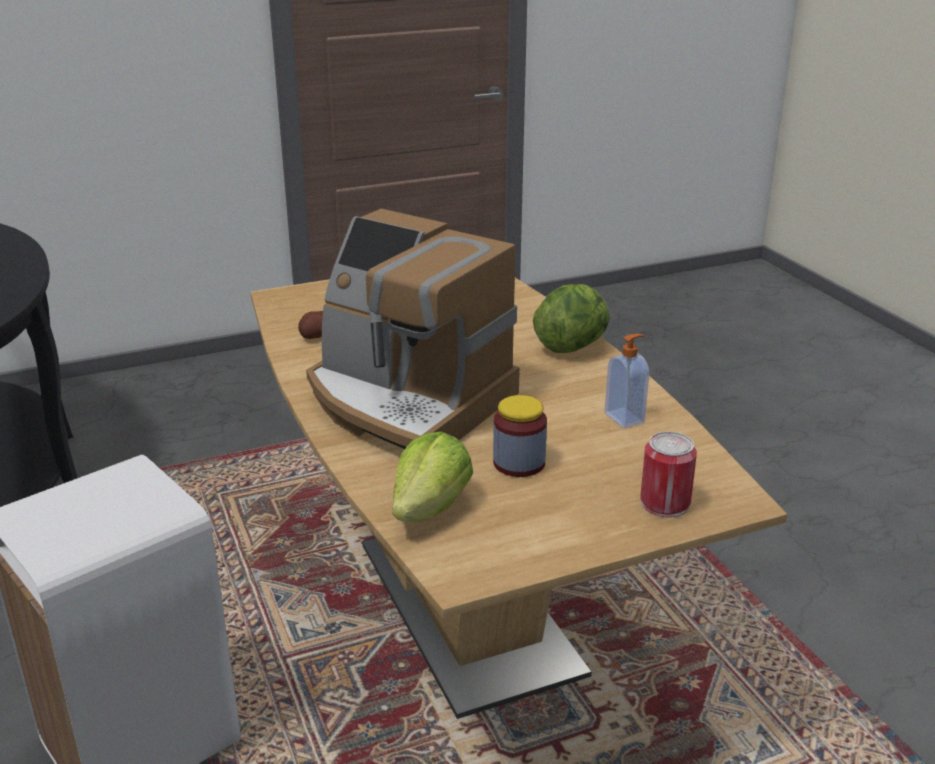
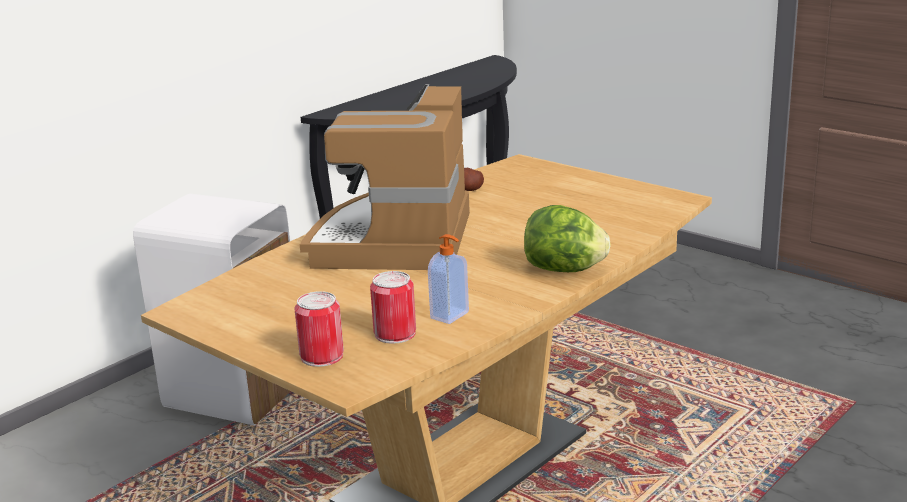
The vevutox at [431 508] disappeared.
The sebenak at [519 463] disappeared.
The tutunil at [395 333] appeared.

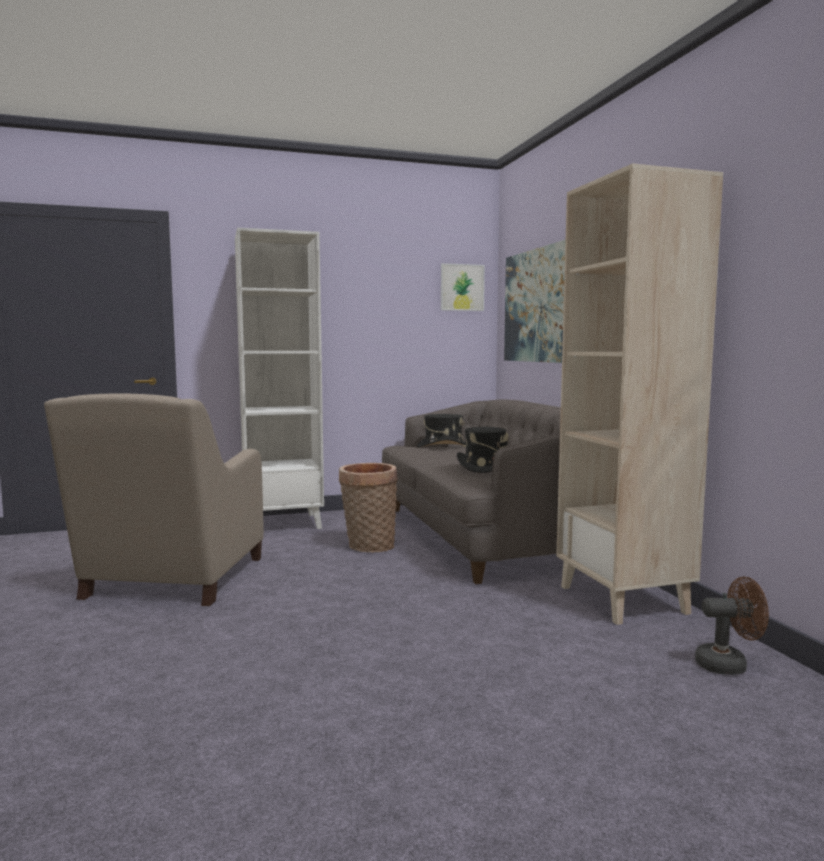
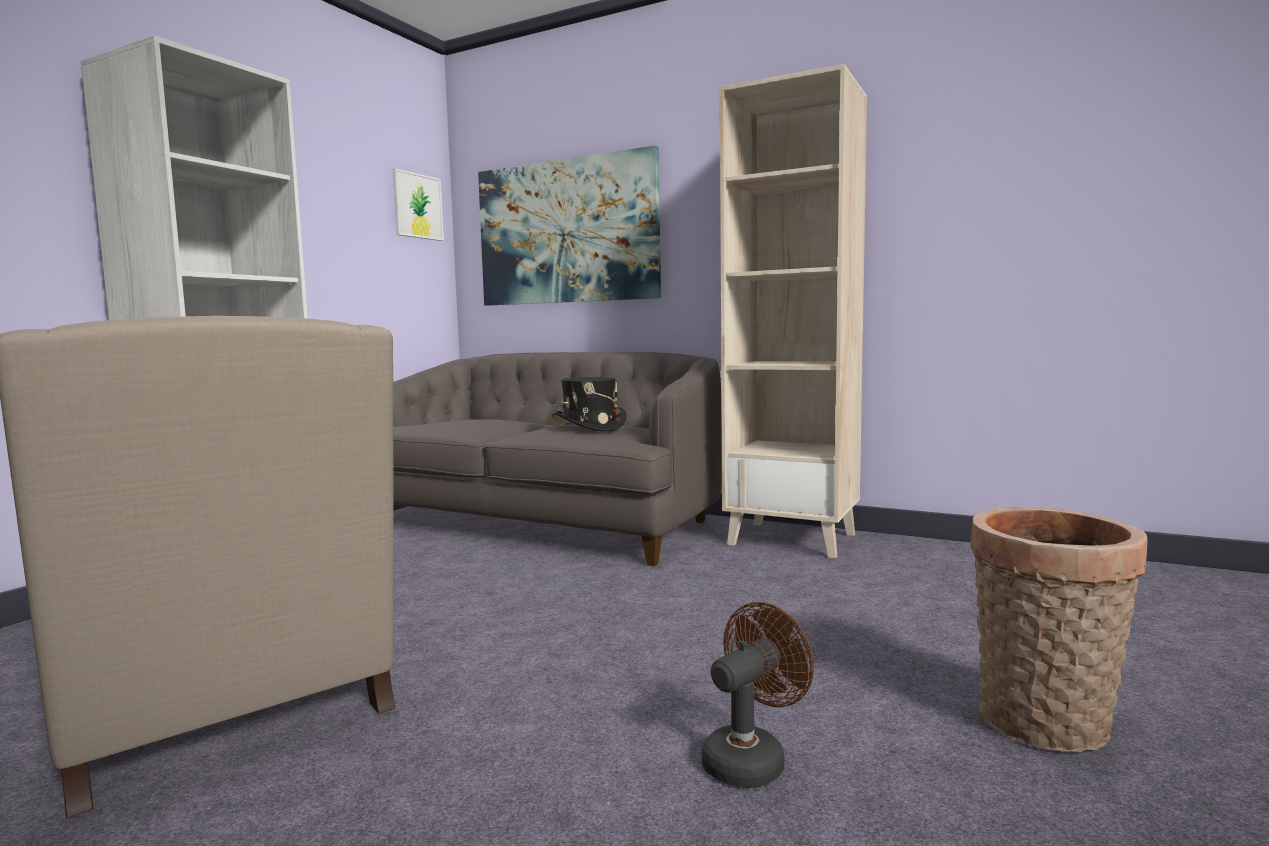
The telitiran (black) at [443 446] disappeared.
The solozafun moved from [368 547] to [1044 727].
The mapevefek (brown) moved from [728 664] to [751 758].

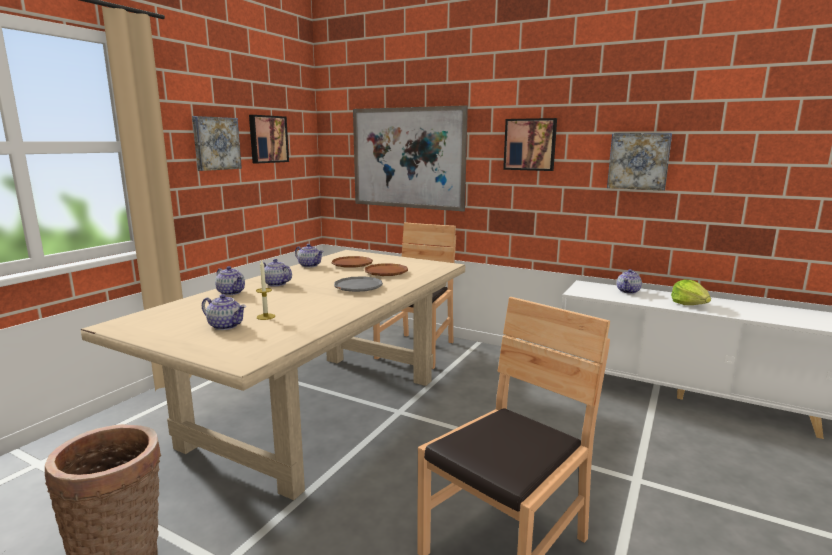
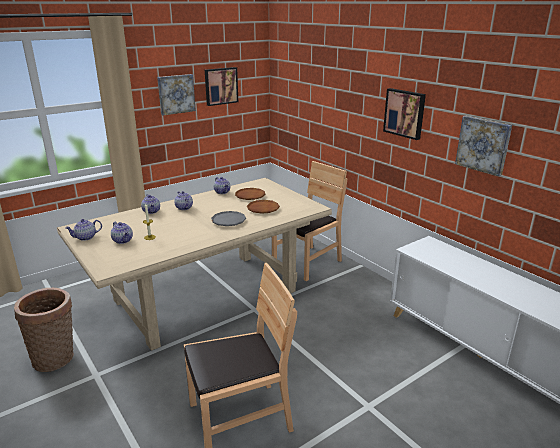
The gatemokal at [407 158] disappeared.
The vevutox at [689 304] disappeared.
The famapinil moved from [628 291] to [85 237].

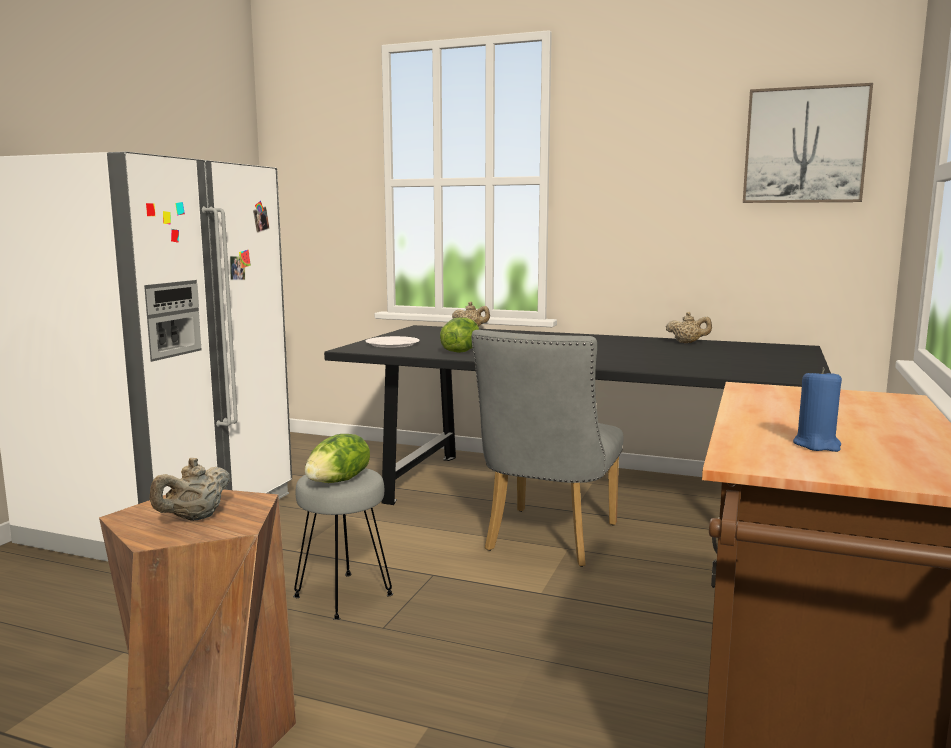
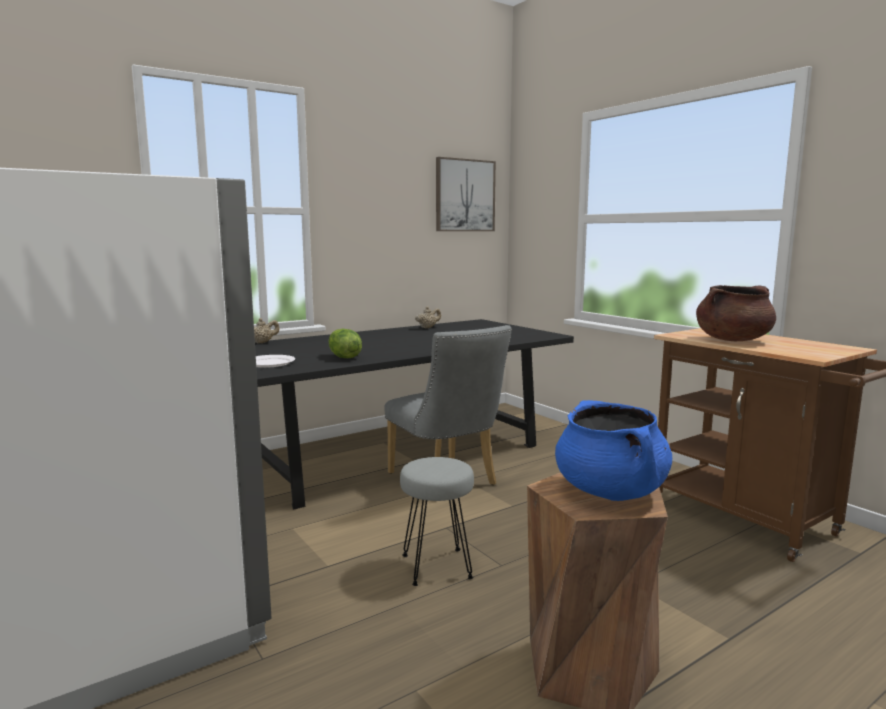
The vevutox at [339 481] disappeared.
The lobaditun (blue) at [817 445] disappeared.
The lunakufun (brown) at [733 340] appeared.
The famapinil (beige) at [194 518] was replaced by the lunakufun (blue) at [610 492].

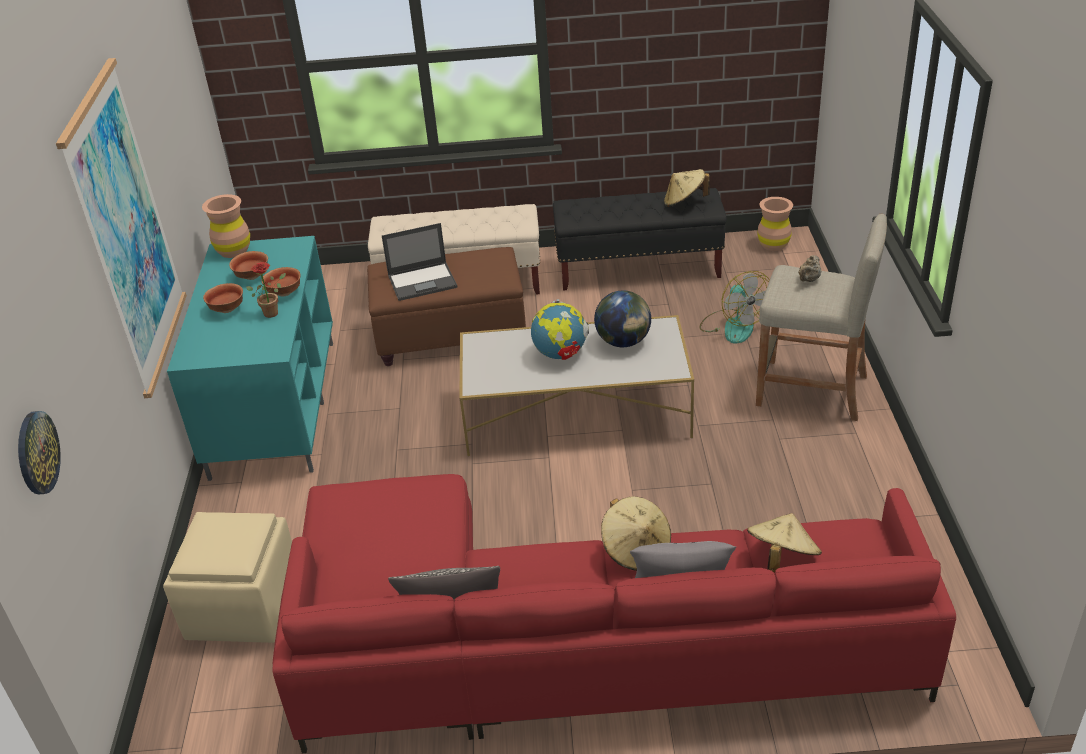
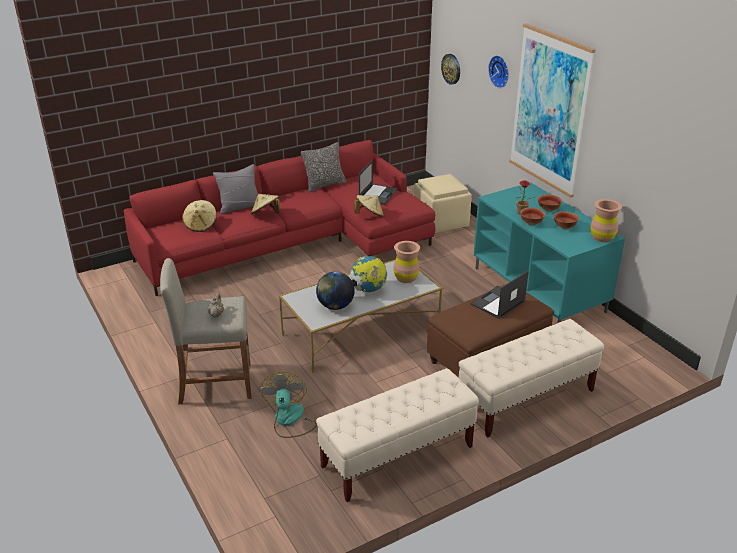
The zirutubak at [378 194] appeared.
The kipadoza at [500 71] appeared.
The telitiran (beige) moved from [684 202] to [369 215].
The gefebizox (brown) moved from [773 244] to [406 278].
The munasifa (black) at [639 269] became the munasifa (beige) at [397 457].
The mapevefek at [733 325] turned 45 degrees clockwise.

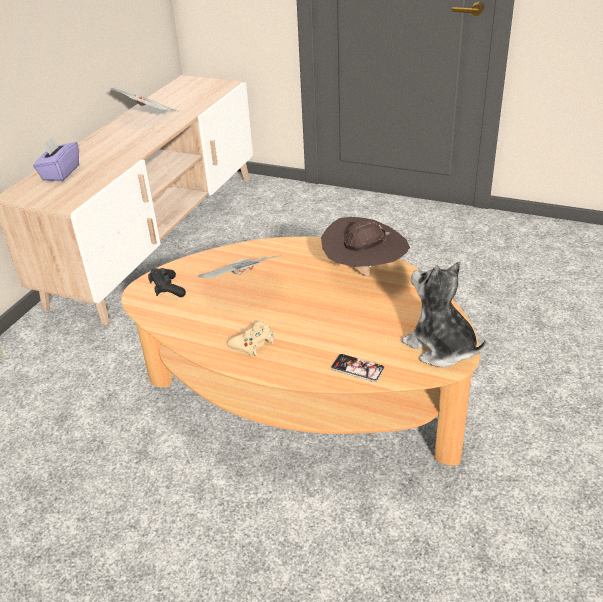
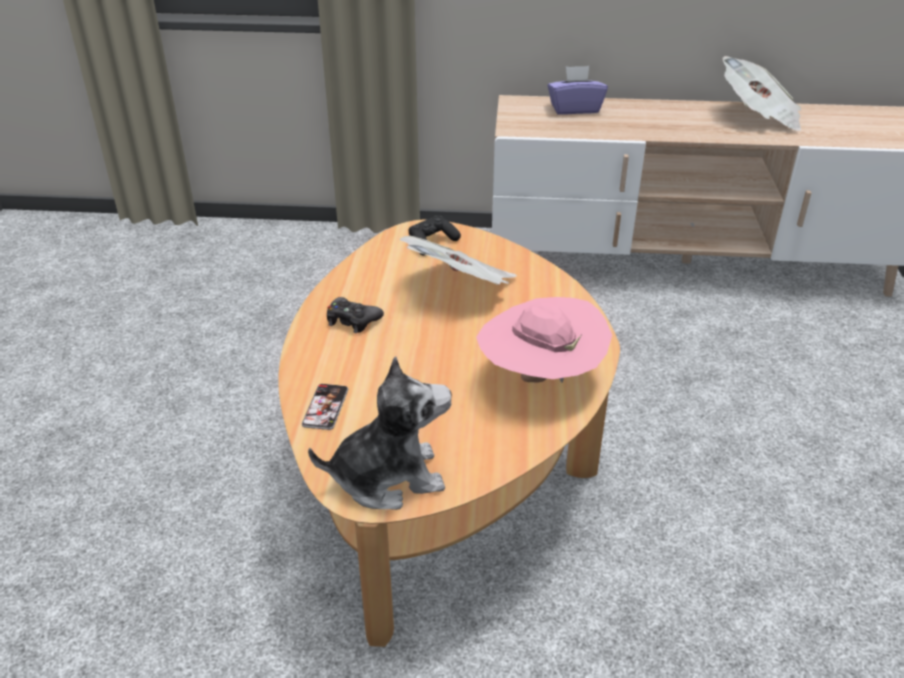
The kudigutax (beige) at [253 343] became the kudigutax (black) at [352 320].
The telitiran (brown) at [364 272] became the telitiran (pink) at [540 379].
The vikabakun at [440 348] turned 45 degrees clockwise.

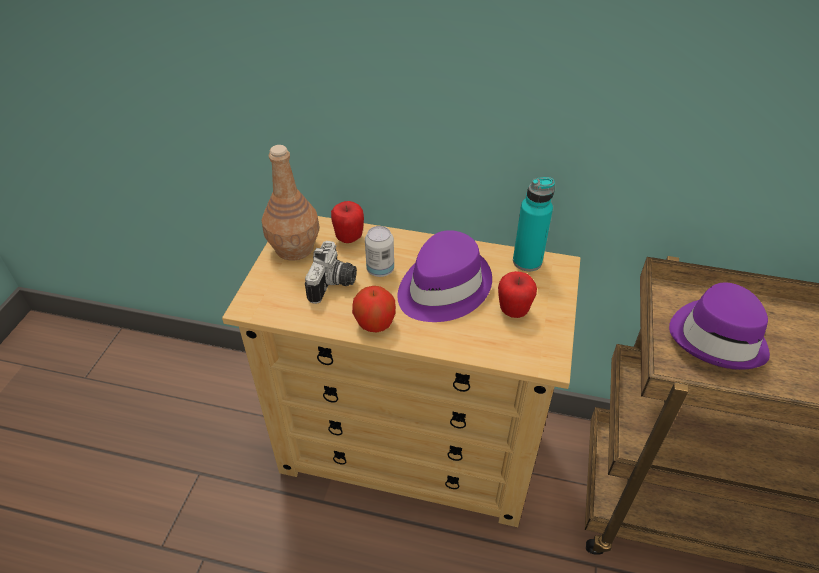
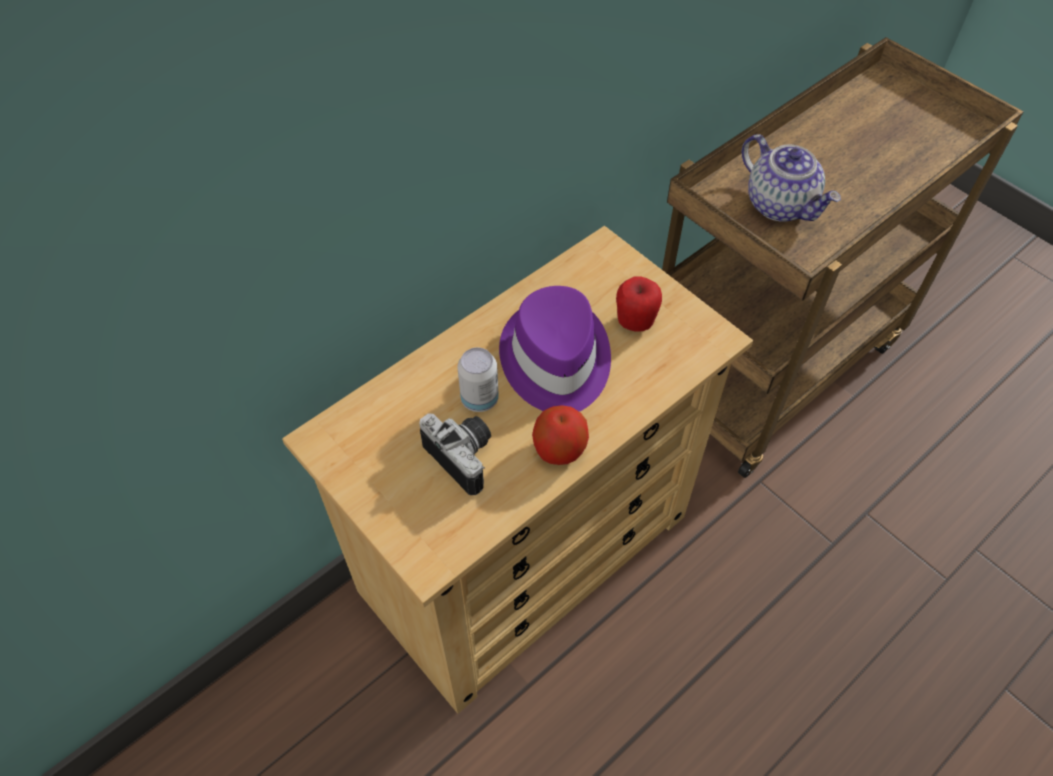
The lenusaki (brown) at [294 247] disappeared.
The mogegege at [349 238] disappeared.
The lenusaki (turquoise) at [527 261] disappeared.
The telitiran (purple) at [718 337] was replaced by the famapinil at [781 205].

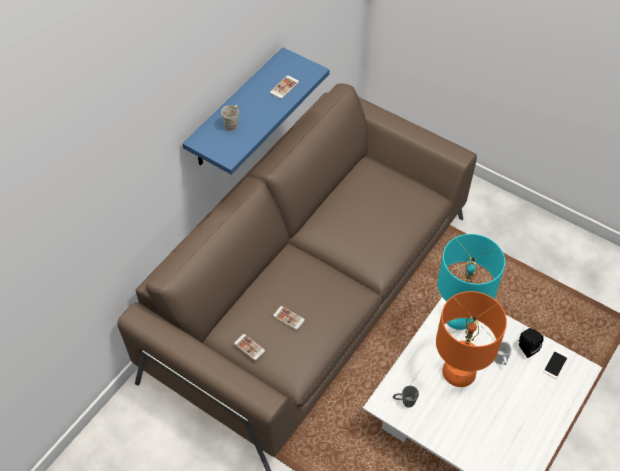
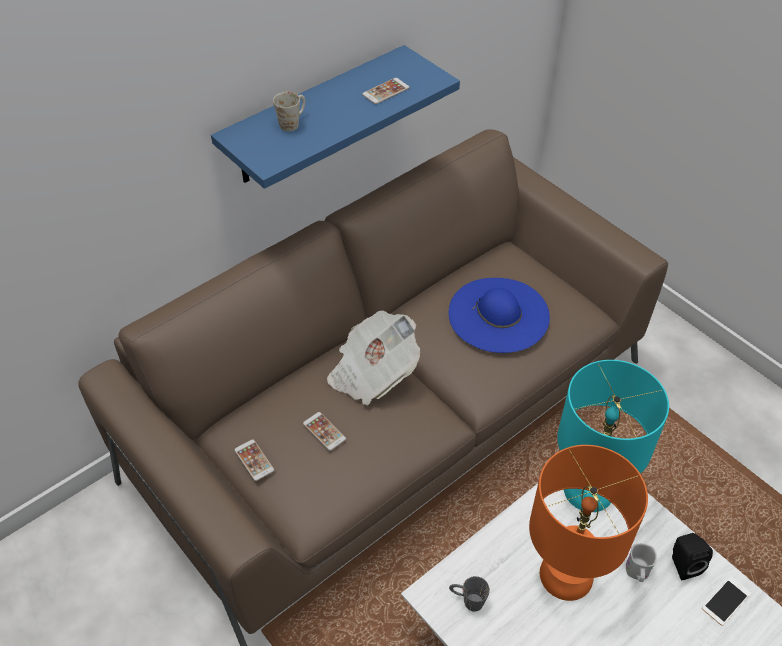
The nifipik at [372 372] appeared.
The telitiran (blue) at [499 314] appeared.

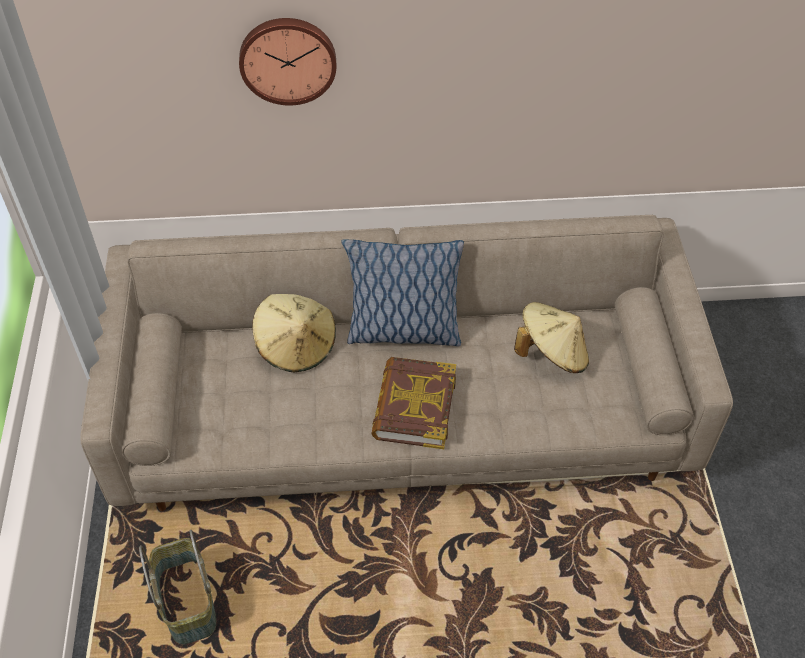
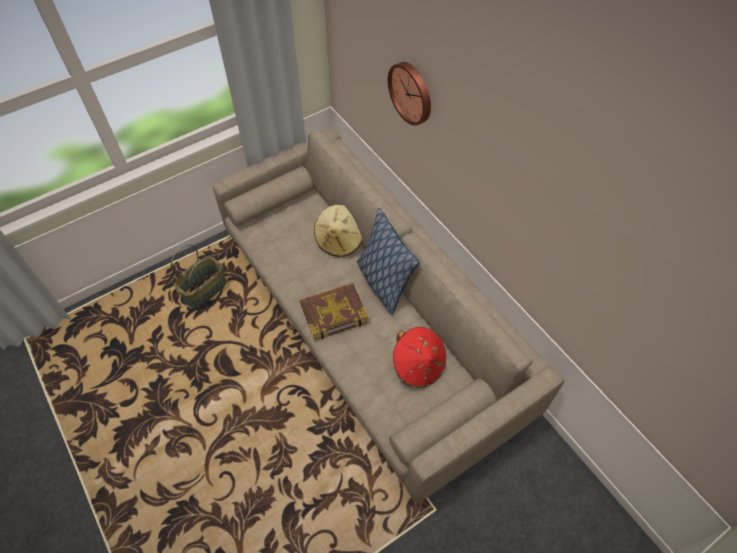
The telitiran (beige) at [552 353] became the telitiran (red) at [418 365].

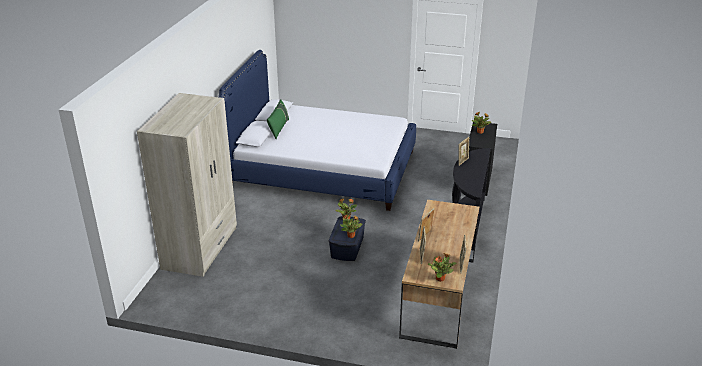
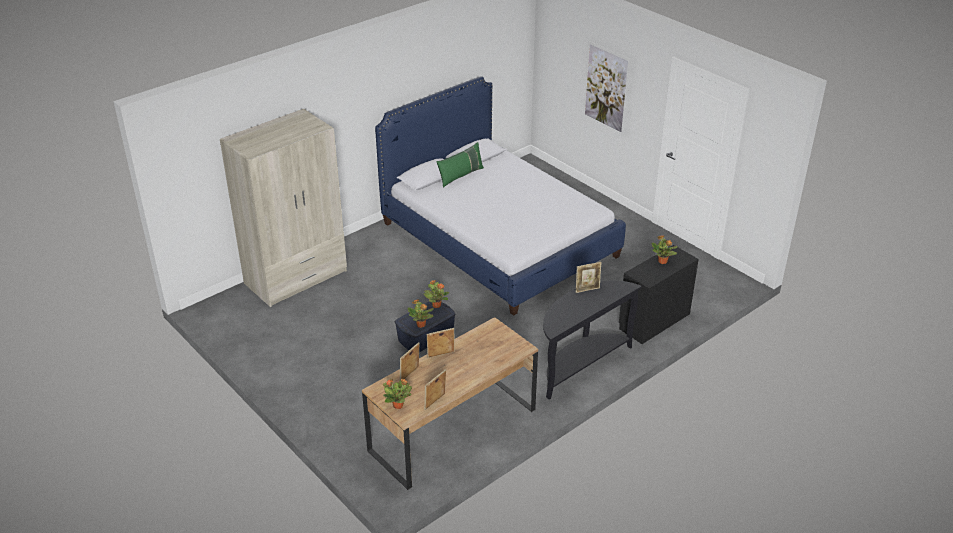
The gatemokal at [606 88] appeared.

